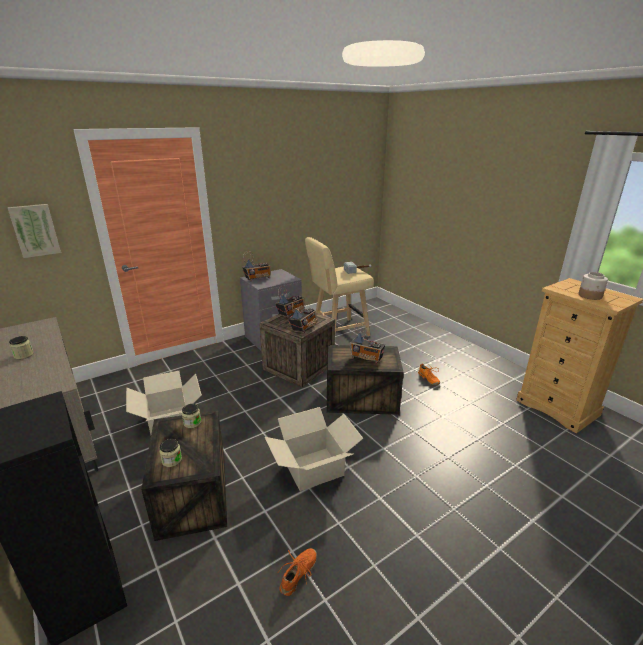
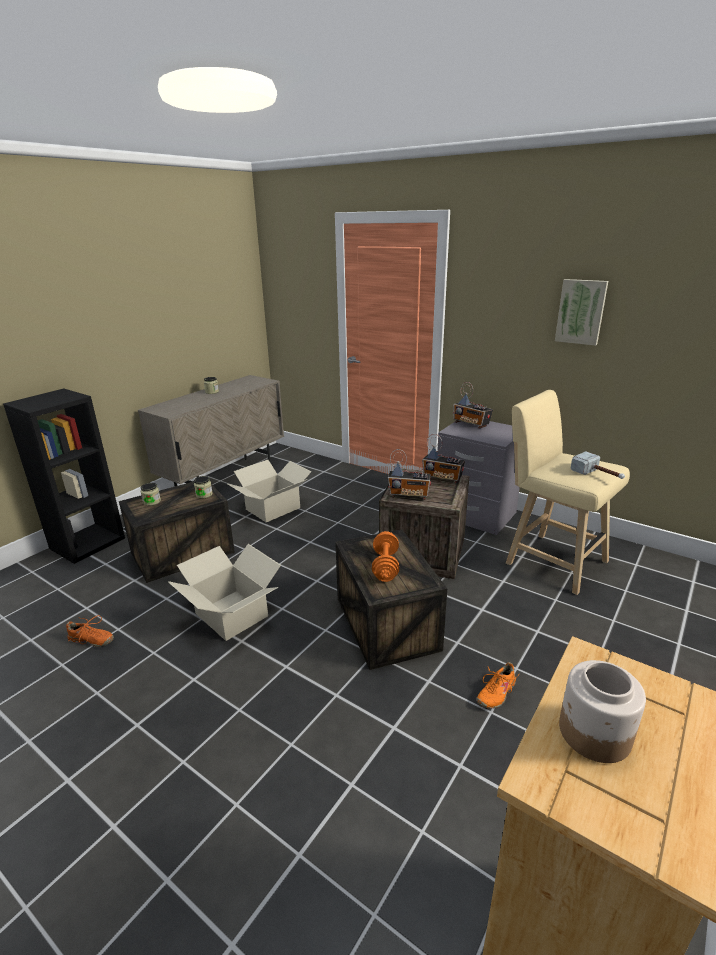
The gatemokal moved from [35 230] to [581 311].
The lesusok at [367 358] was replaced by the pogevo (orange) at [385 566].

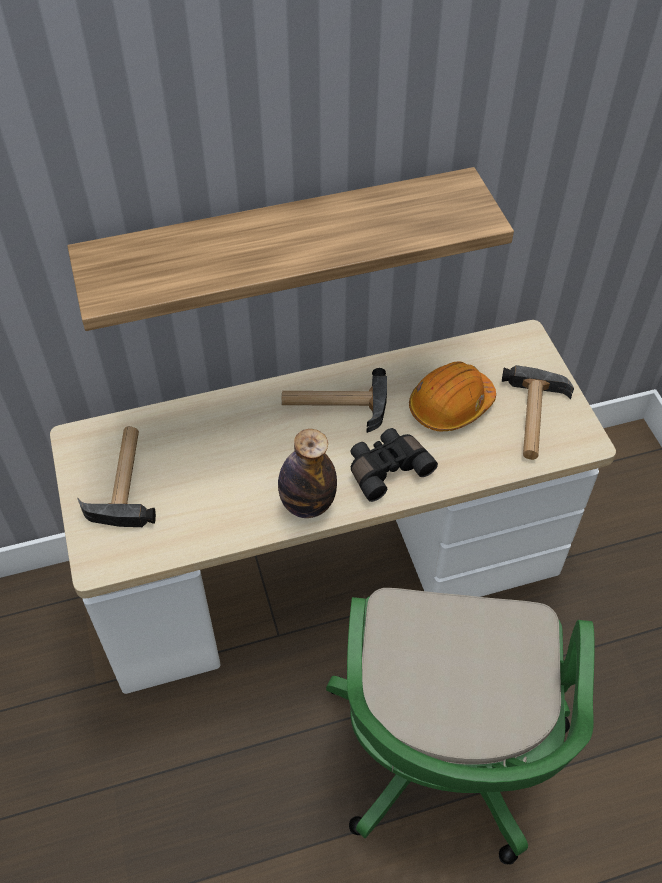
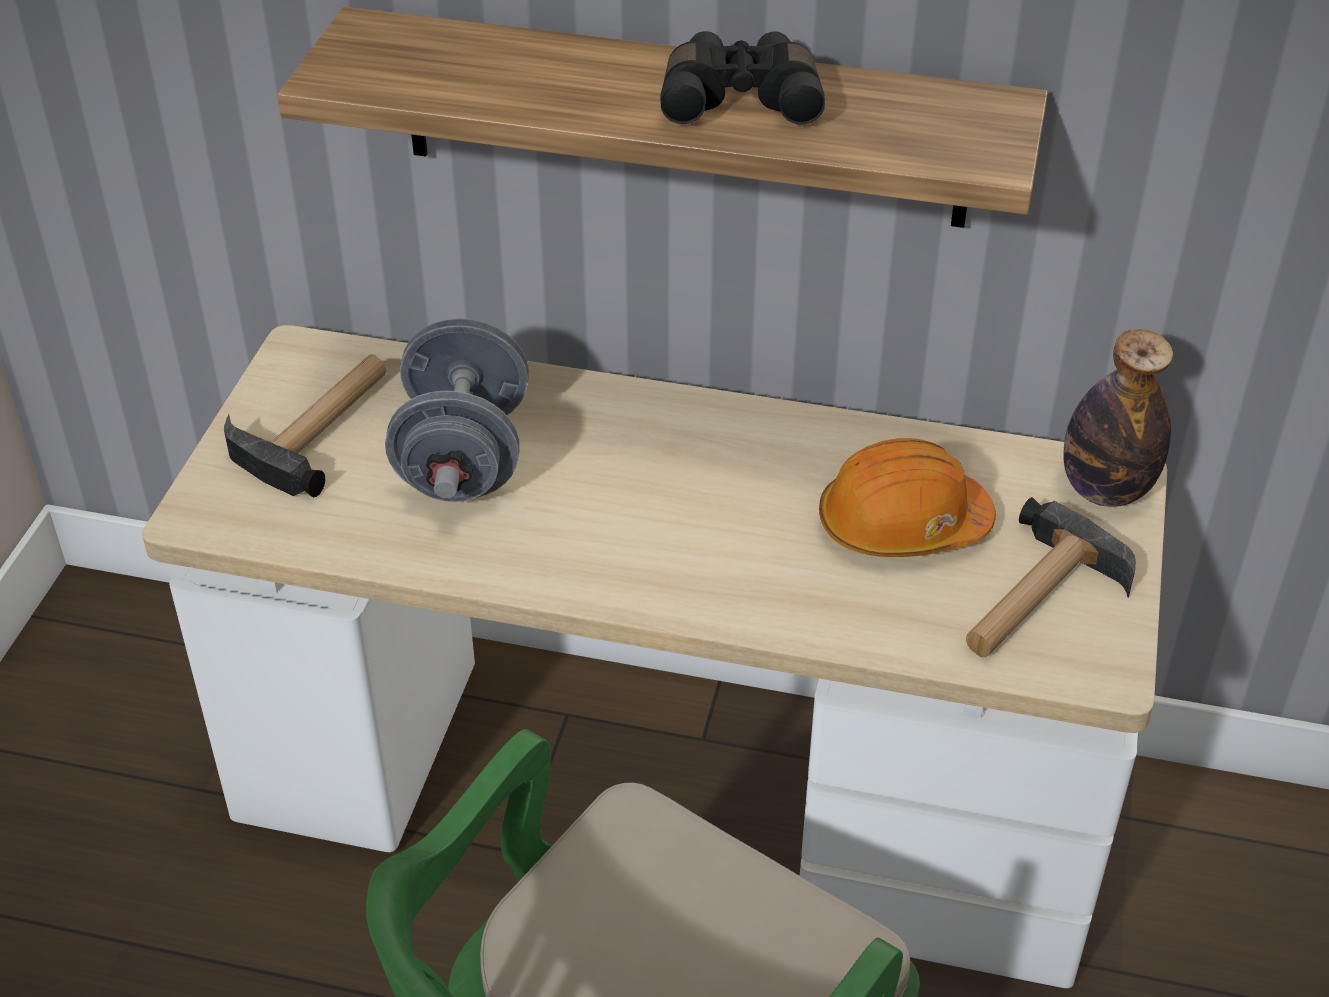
The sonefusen at [334 404] disappeared.
The pogevo (grey) at [463 457] appeared.
The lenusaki moved from [307 503] to [1105 490].
The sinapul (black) moved from [387 468] to [740 99].

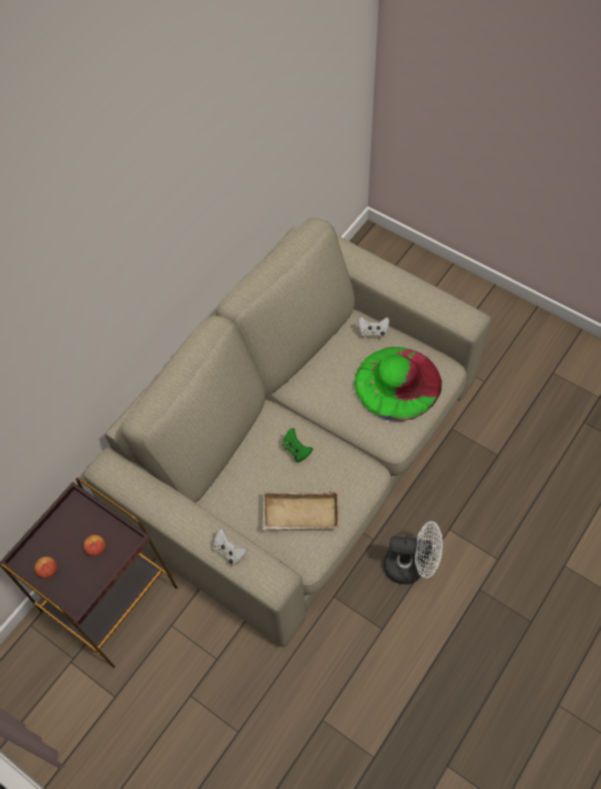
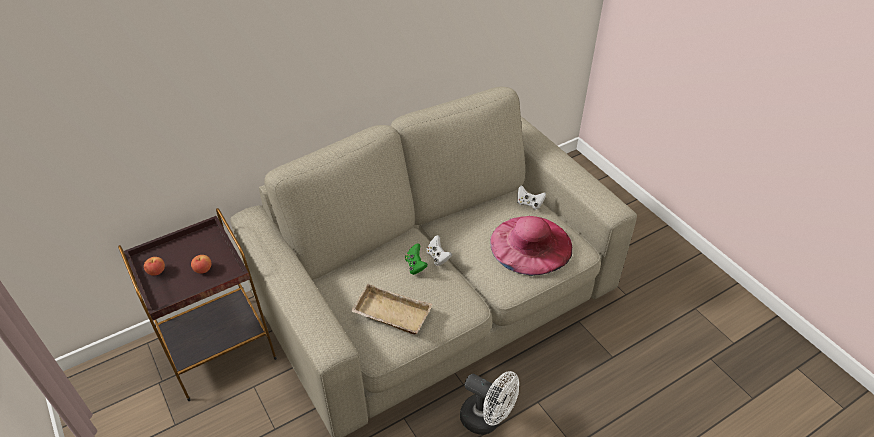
The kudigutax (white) moved from [229 552] to [438 257].
The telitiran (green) at [397 383] became the telitiran (pink) at [531 244].

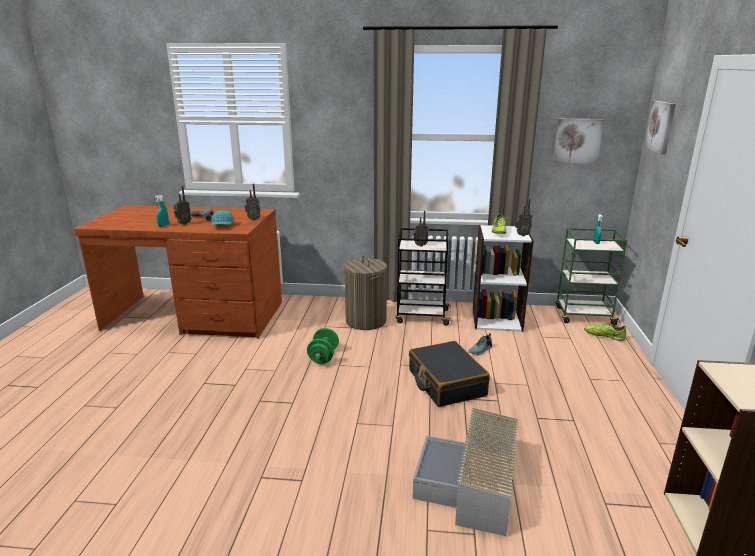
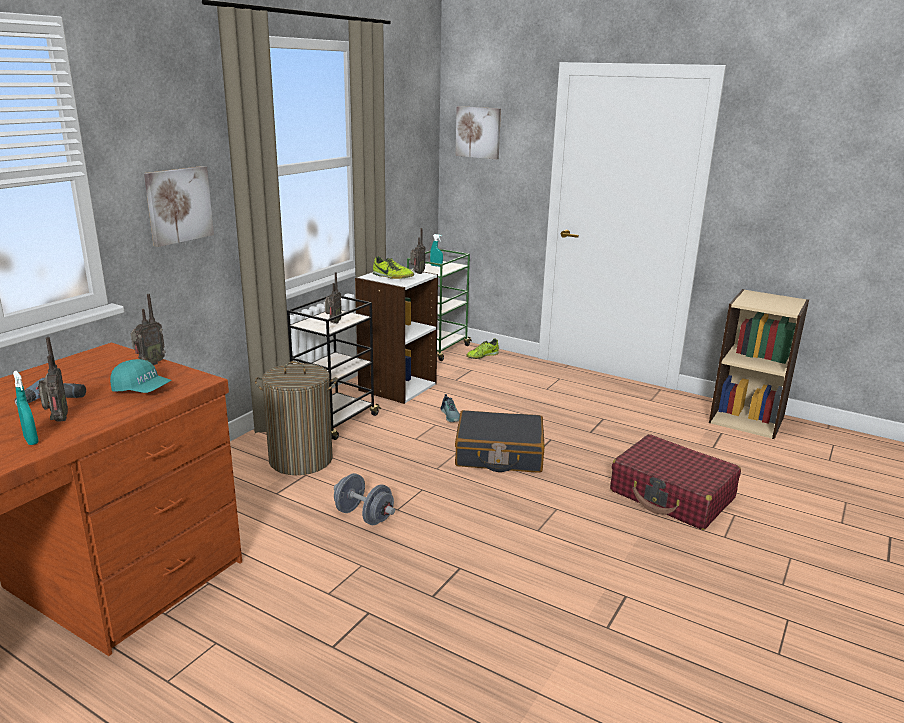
The gatemokal moved from [577 140] to [178 205].
The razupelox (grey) at [471 485] was replaced by the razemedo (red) at [672 495].
The pogevo (green) at [323 357] became the pogevo (grey) at [364 516].

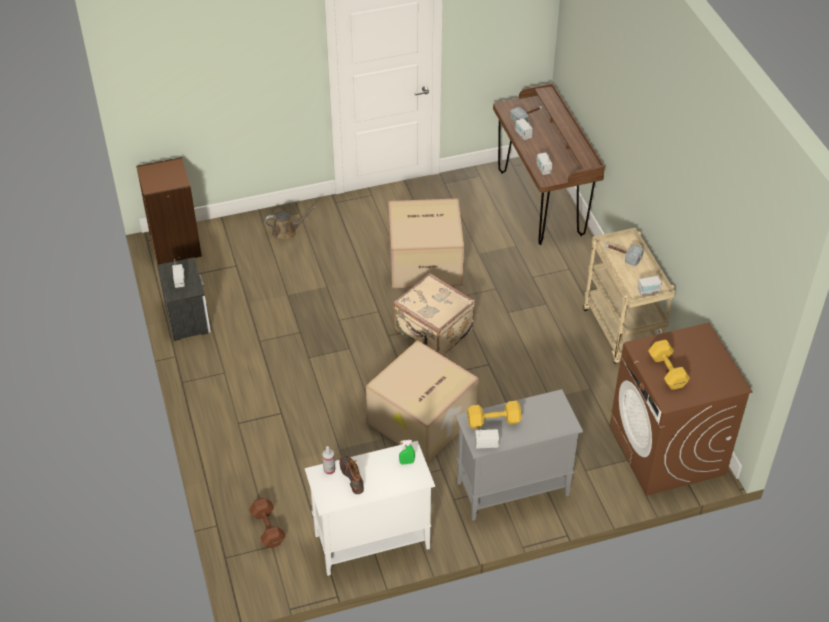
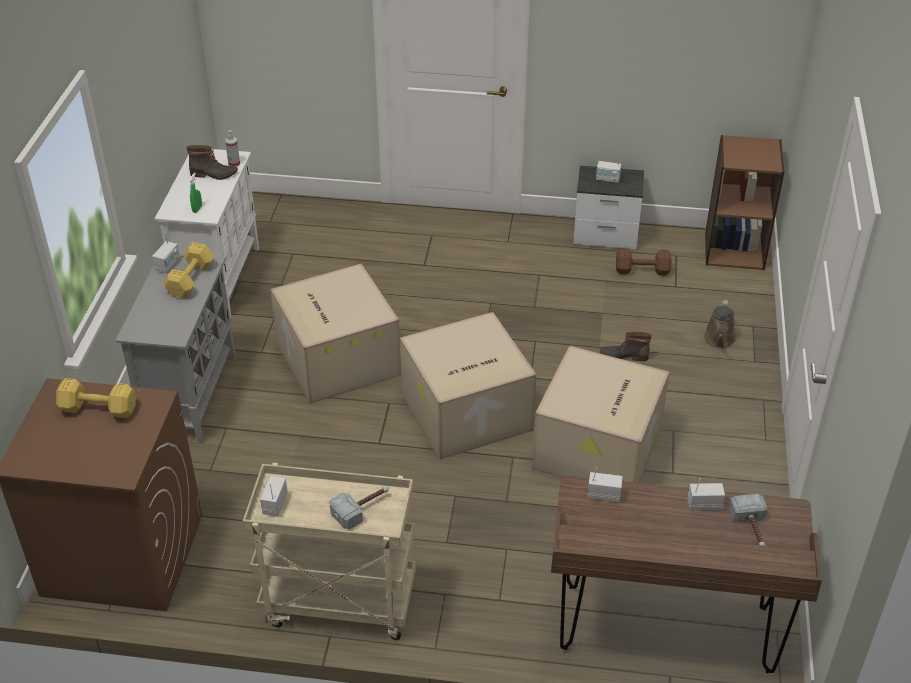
The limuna at [624 355] appeared.
The pogevo (brown) moved from [268 527] to [643 271].
The razemedo (beige) at [433 331] was replaced by the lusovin at [465 413].

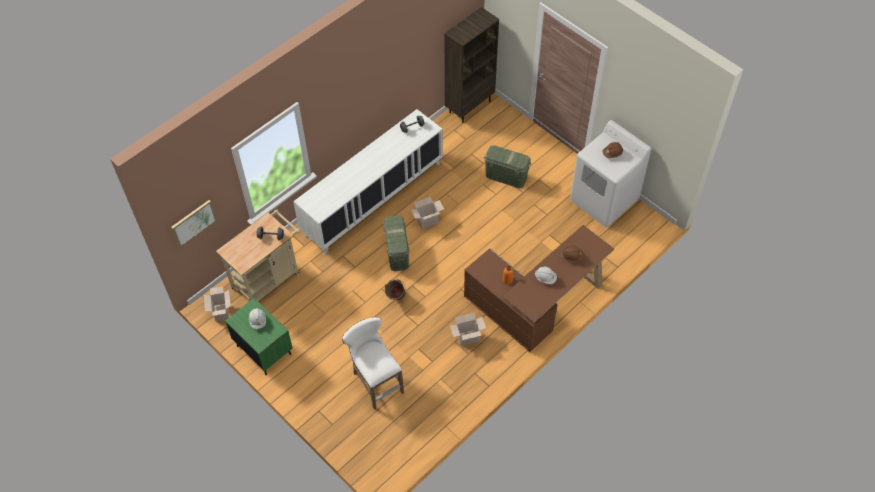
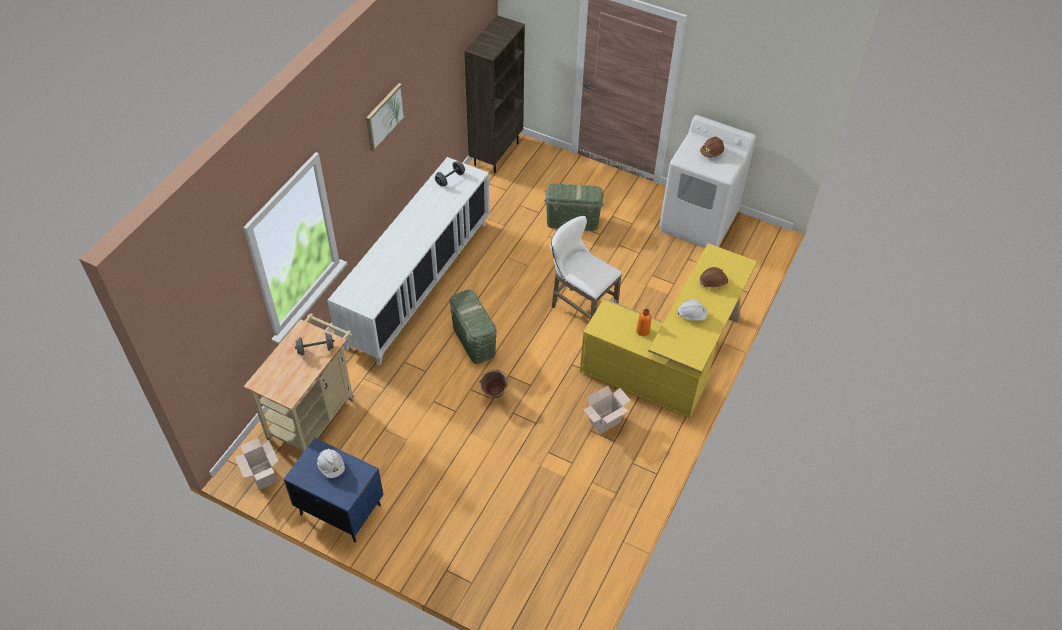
The lusovin at [427 220] disappeared.
The gatemokal moved from [193 223] to [384 116].
The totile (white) moved from [375 381] to [580 308].
The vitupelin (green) at [264 350] became the vitupelin (blue) at [340 509].
The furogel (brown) at [536 304] became the furogel (yellow) at [671 359].

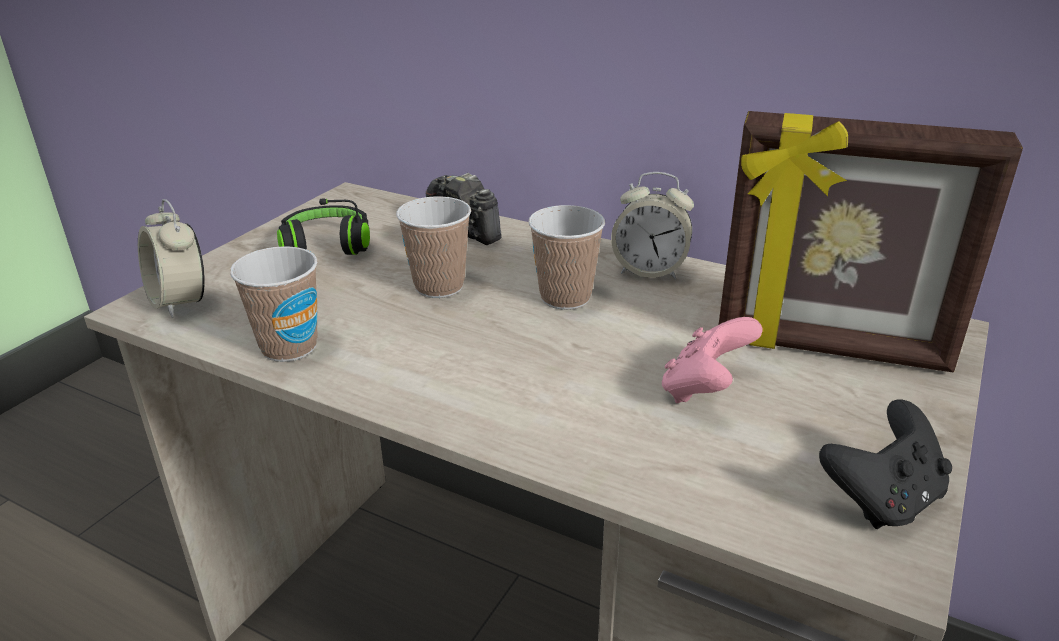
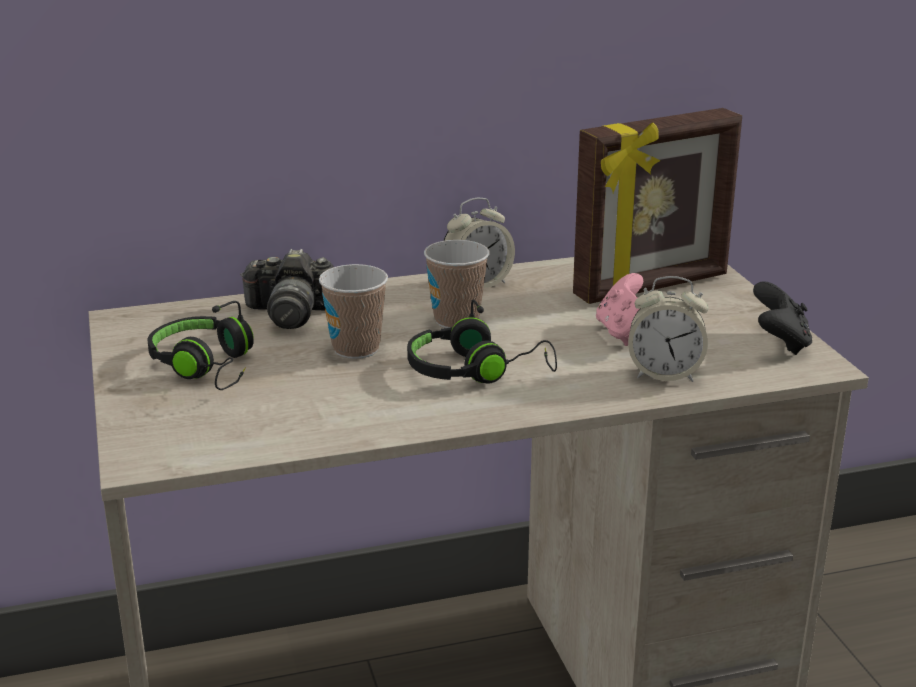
The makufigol at [289 347] disappeared.
The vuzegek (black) at [476 371] appeared.
The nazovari moved from [180 302] to [664 374].

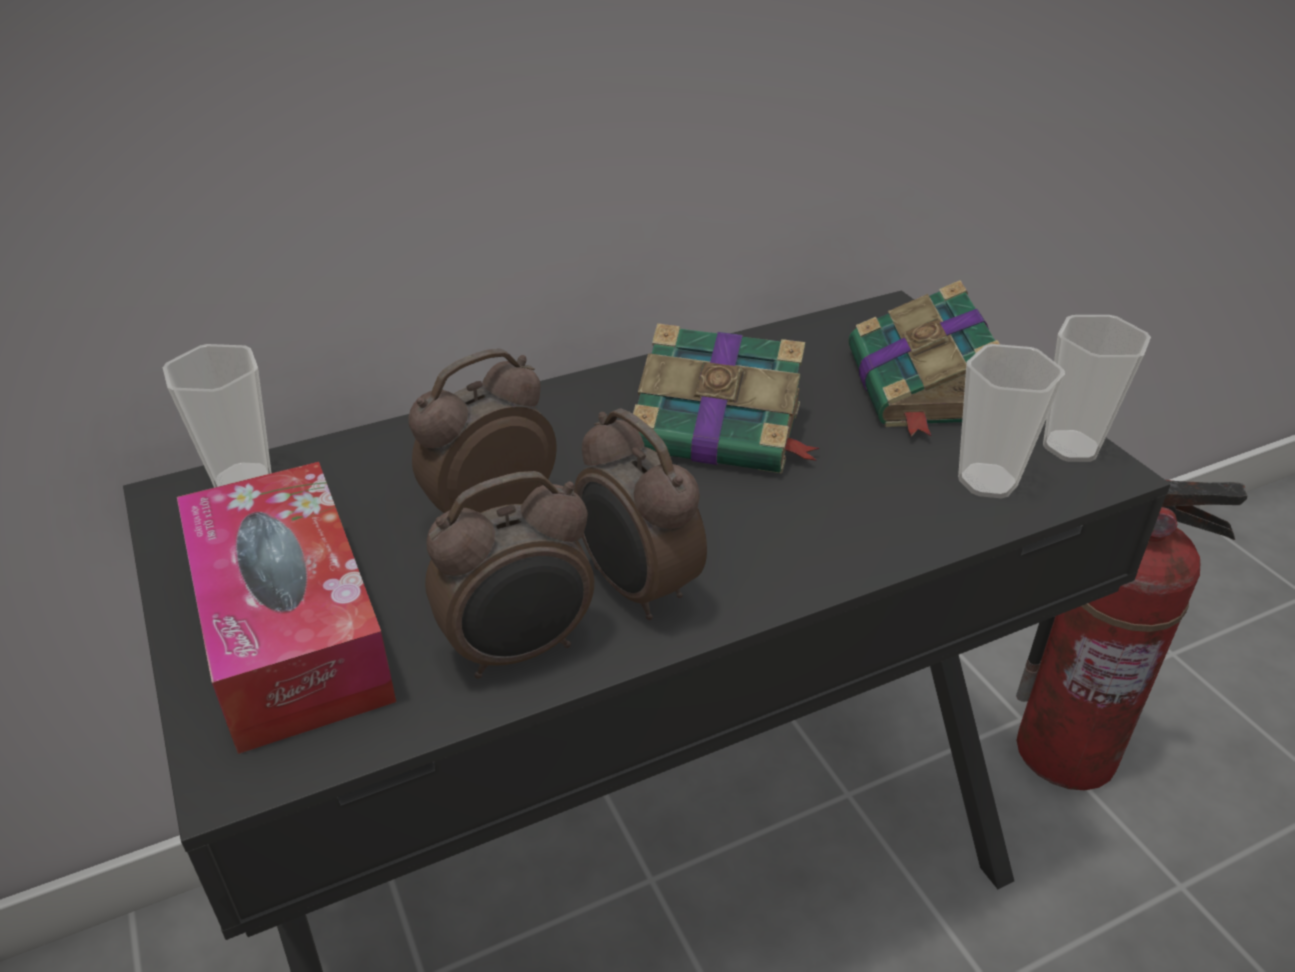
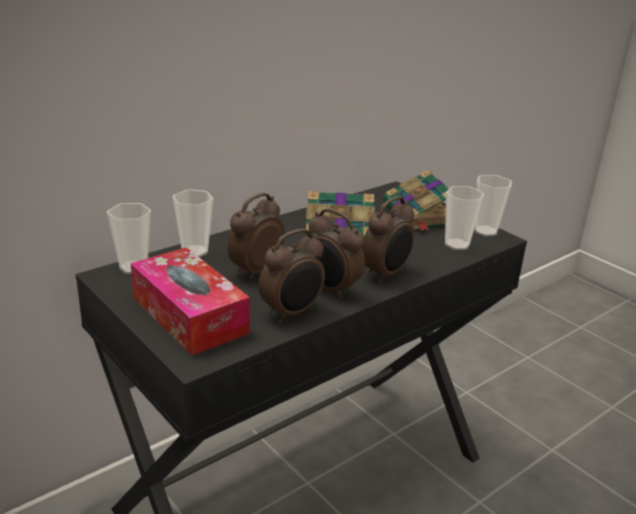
The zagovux at [1065 751] disappeared.
The makufigol at [194 252] appeared.
The nazovari at [386 274] appeared.

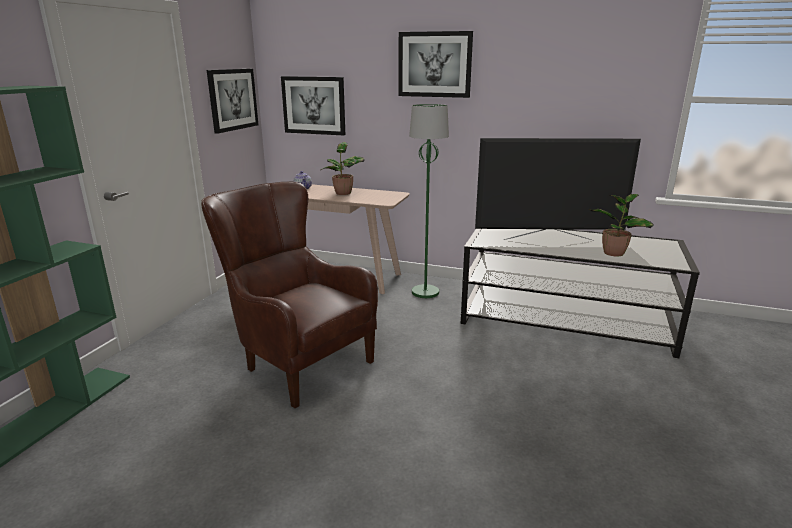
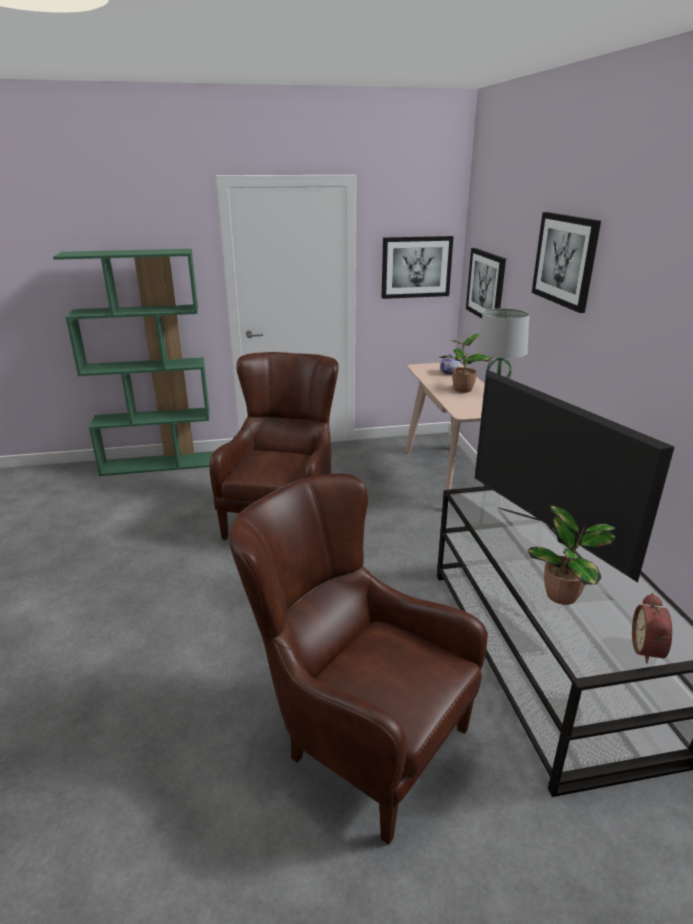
The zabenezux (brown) at [356 733] appeared.
The nazovari at [649 650] appeared.

